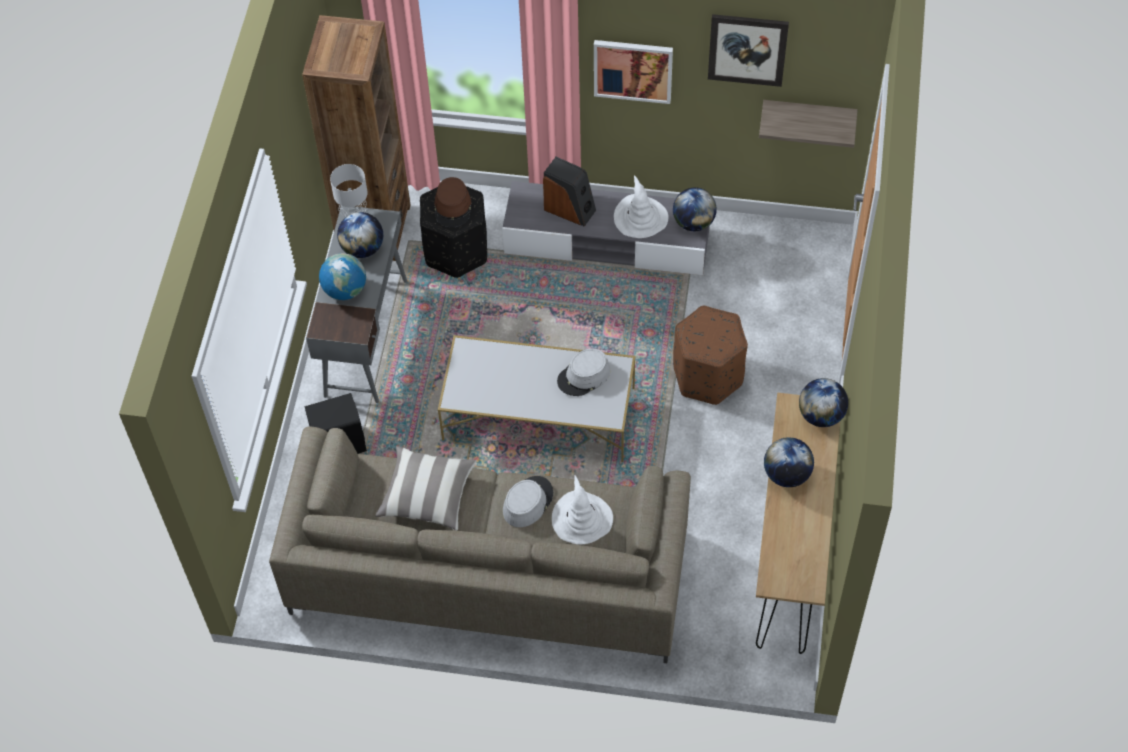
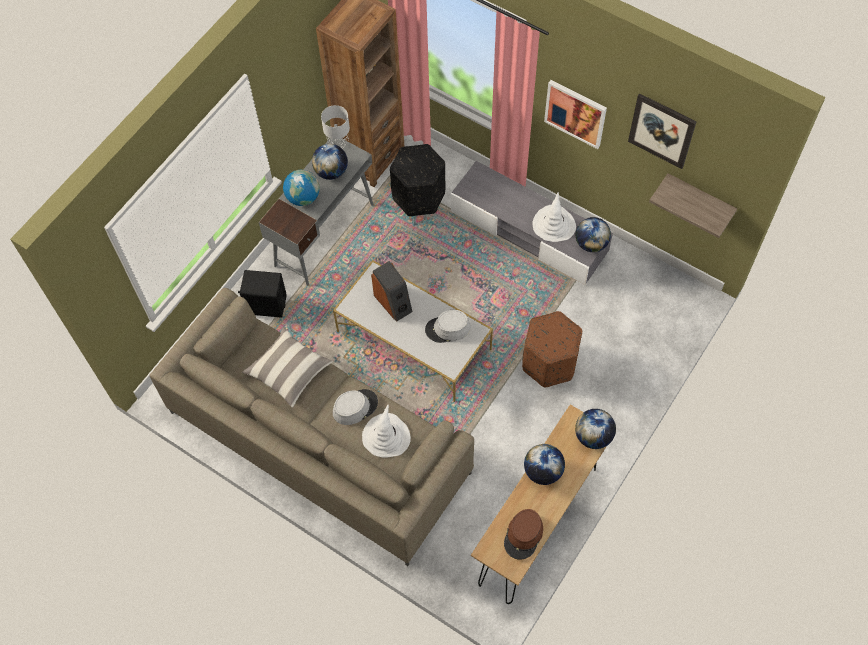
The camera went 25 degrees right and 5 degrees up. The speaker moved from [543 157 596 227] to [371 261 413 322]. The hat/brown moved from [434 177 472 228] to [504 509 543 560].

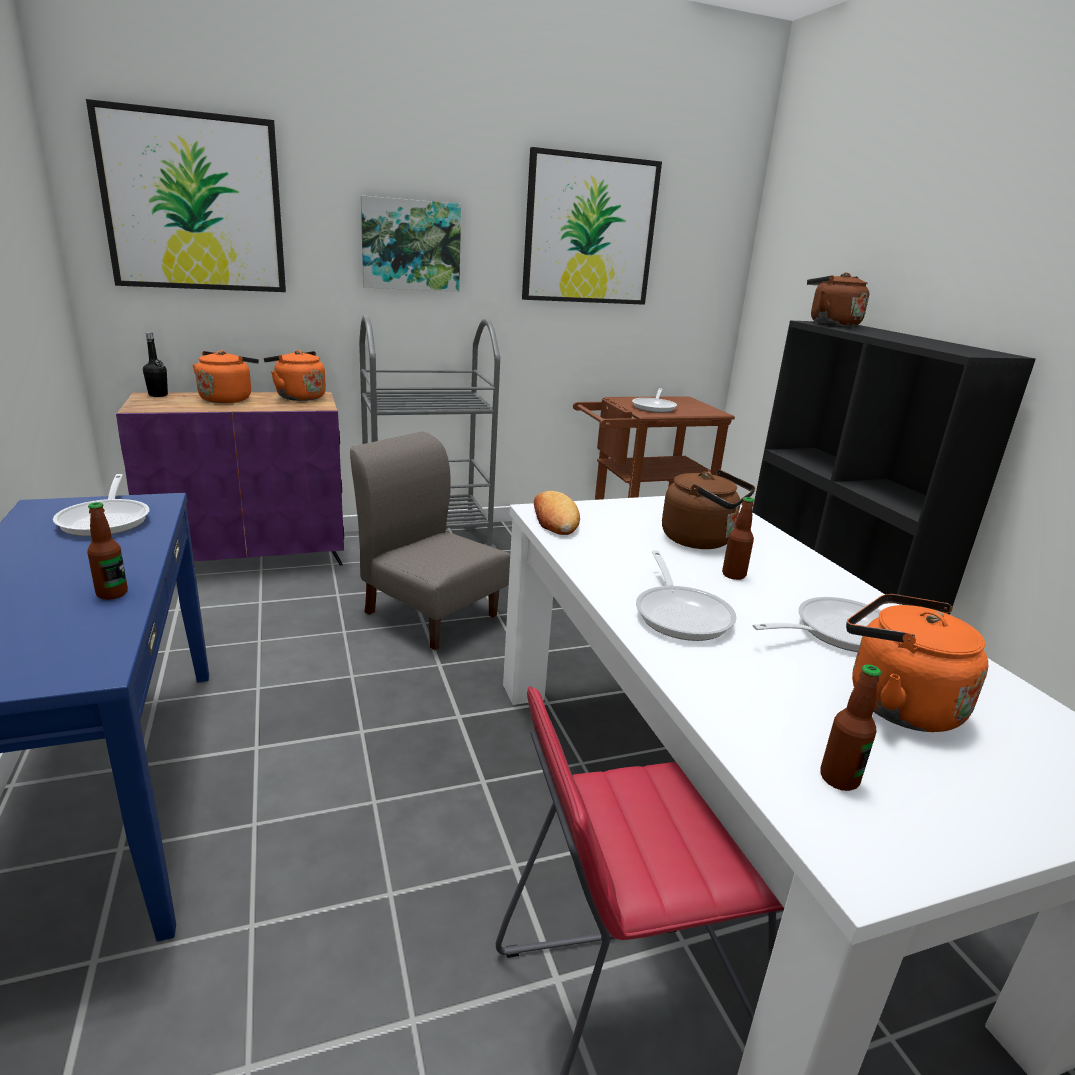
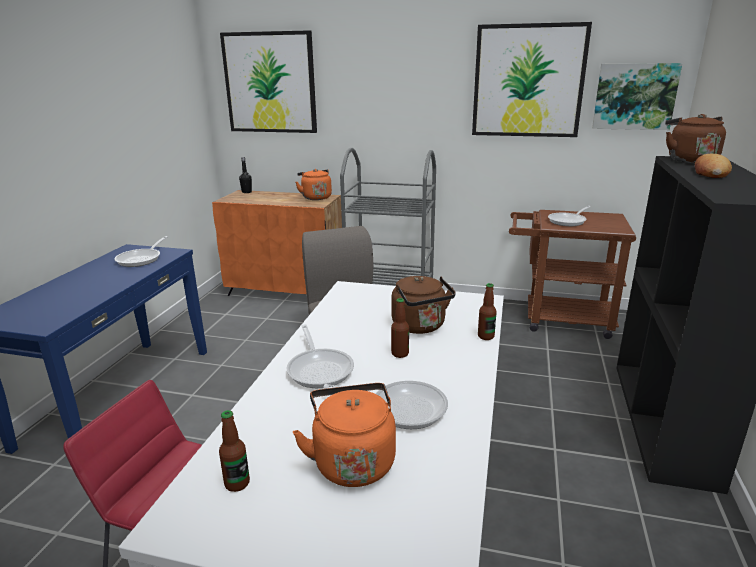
The camera went 35 degrees right and 0 degrees up. The cabinet/purple at [116 392 344 566] became the cabinet/orange at [212 190 342 296]. The frying pan at [636 550 736 641] turned 45 degrees counterclockwise. The bottle moved from [87 502 128 600] to [478 283 497 340]. The picture moved from [361 195 461 292] to [592 63 682 130]. The bread moved from [534 491 580 535] to [695 154 732 178]. The kettle/orange at [192 350 259 403] disappeared.

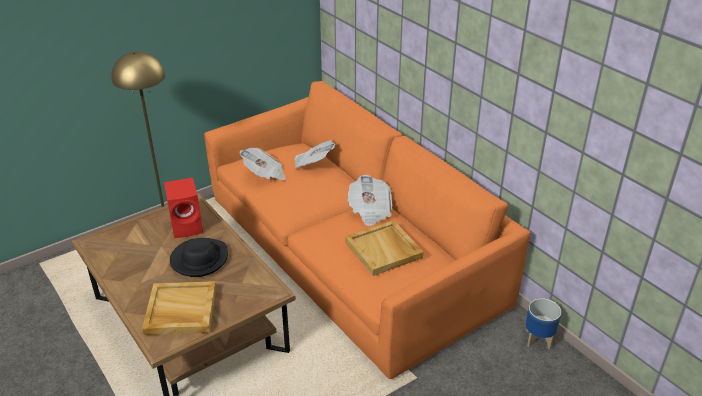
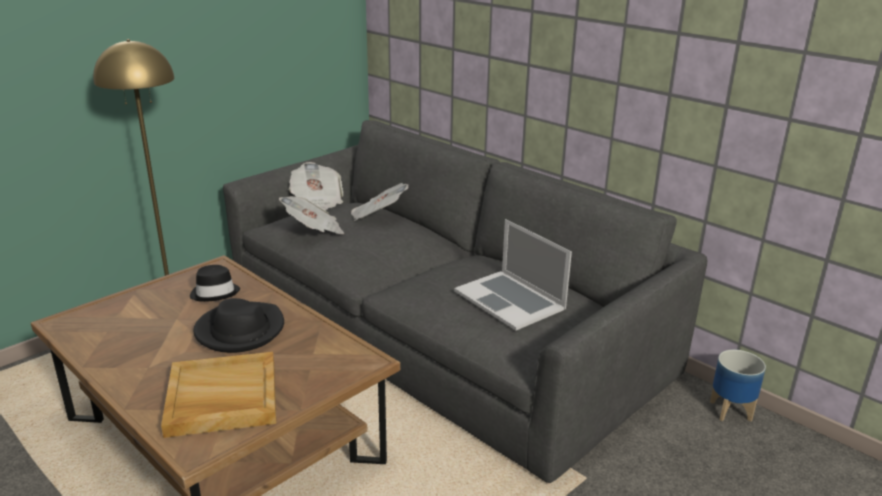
The camera went 10 degrees left and 10 degrees down. The speaker/red at [164 177 203 238] was replaced by the hat/black at [190 265 240 302]. The sofa/orange at [204 81 530 379] became the sofa/grey at [223 120 707 483]. The newspaper moved from [347 175 392 226] to [289 162 343 210]. The tray/beige at [345 220 424 276] was replaced by the laptop at [454 219 572 331].

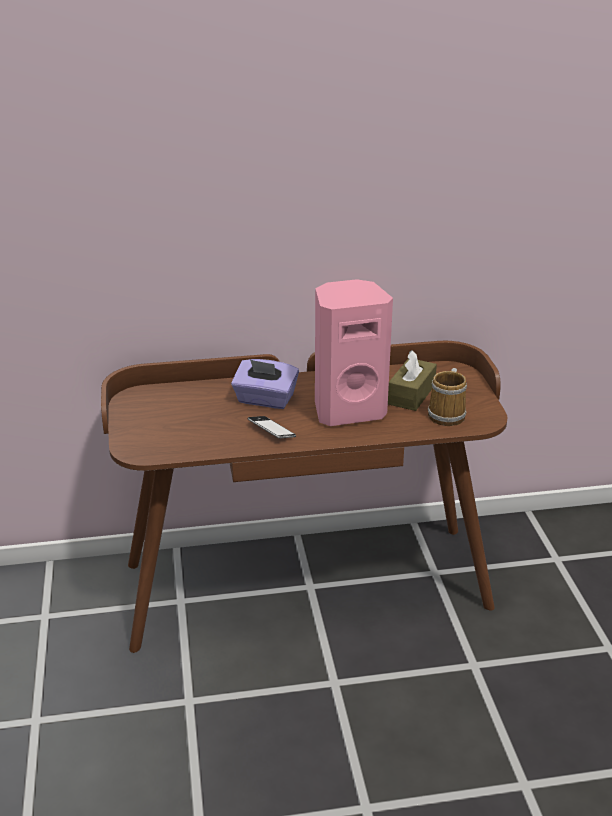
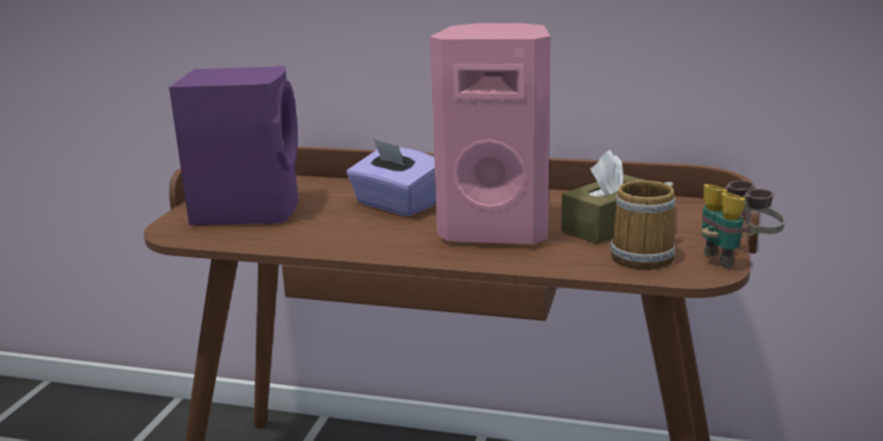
The camera went 25 degrees right and 10 degrees down. The speaker/purple at [169 66 298 226] appeared. The binoculars at [701 181 785 269] appeared. The phone at [248 416 296 439] disappeared.

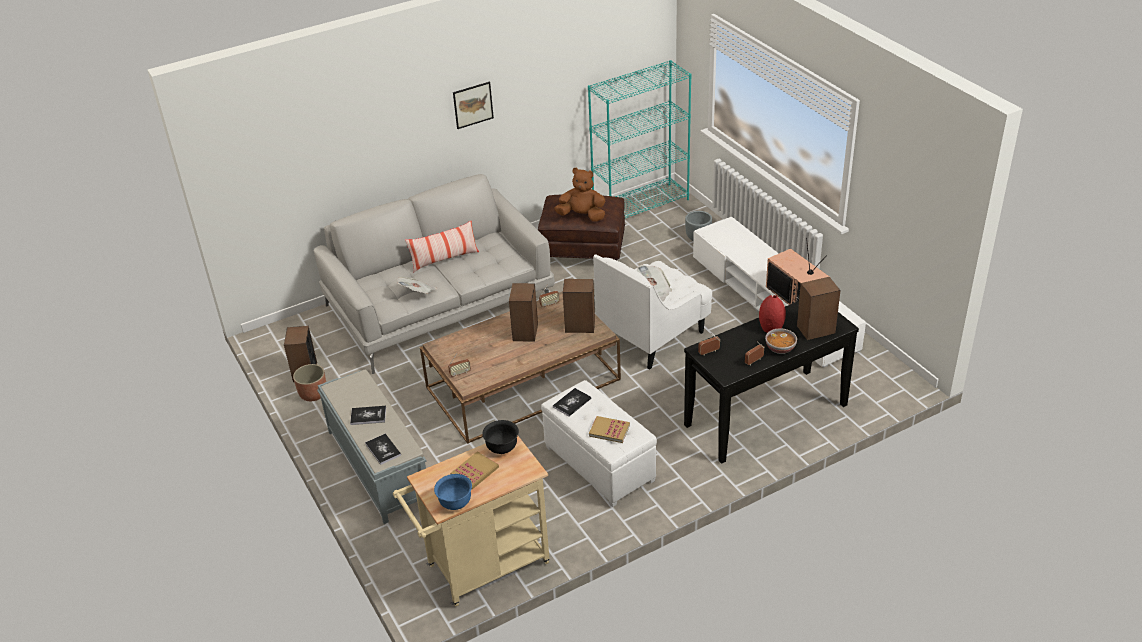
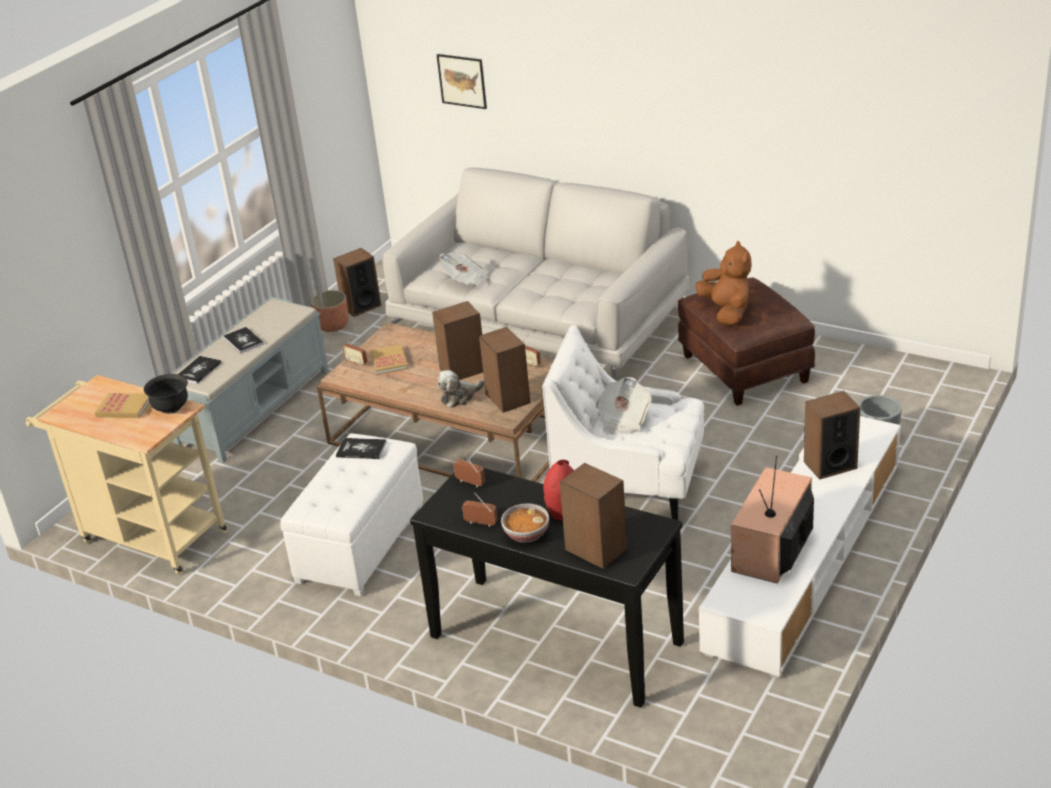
The camera went 60 degrees right and 5 degrees down. The book moved from [589 416 630 443] to [371 344 408 375]. The picture moved from [453 82 494 129] to [437 54 487 109]. The plush toy at [437 370 485 408] appeared. The speaker at [804 391 860 480] appeared. The pillow at [405 221 479 272] disappeared. The bowl/blue at [434 474 472 510] disappeared. The bookcase/turquoise at [588 60 692 218] disappeared.

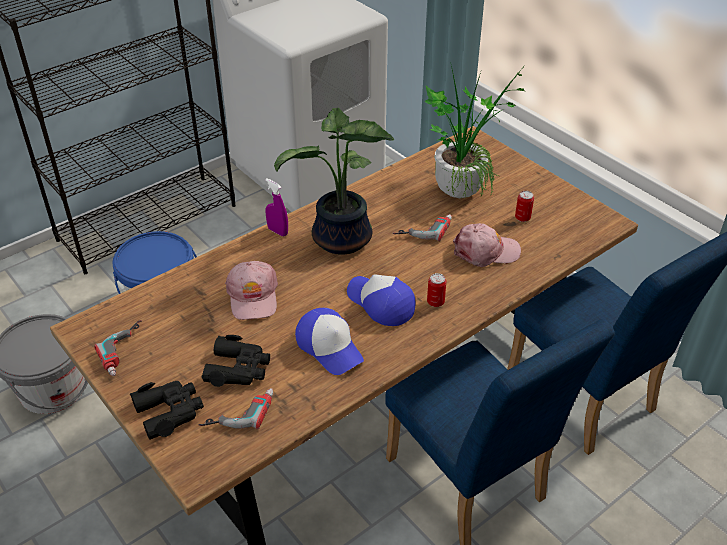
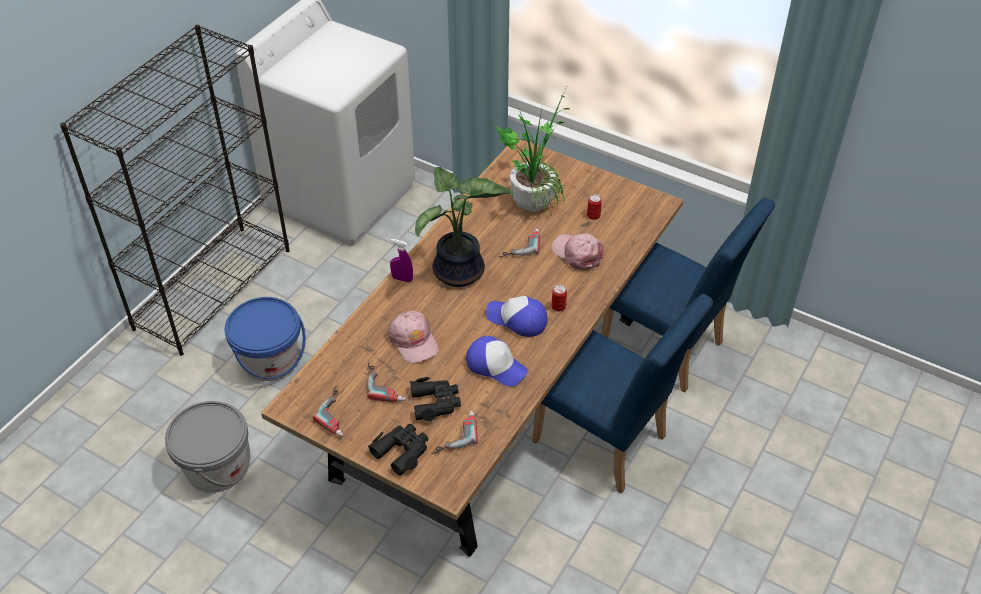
The camera went 20 degrees left and 5 degrees up. The power drill at [367 362 406 403] appeared. The cap/pink at [453 223 521 267] turned 105 degrees counterclockwise.

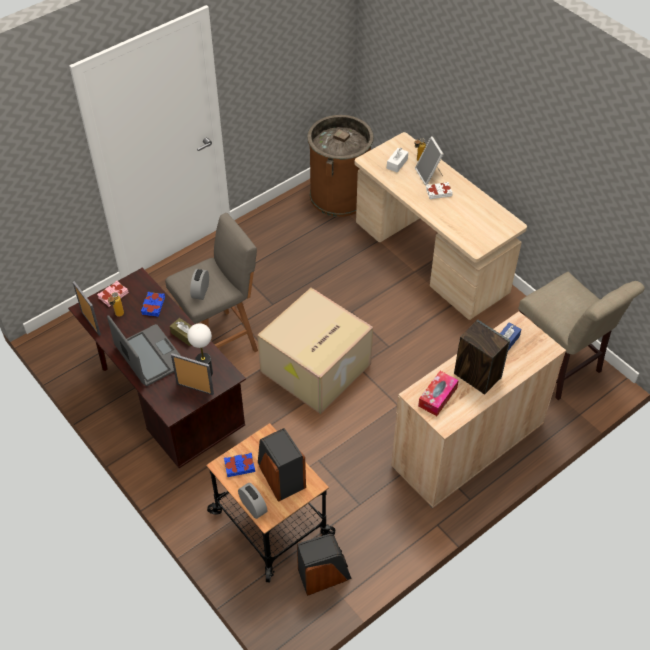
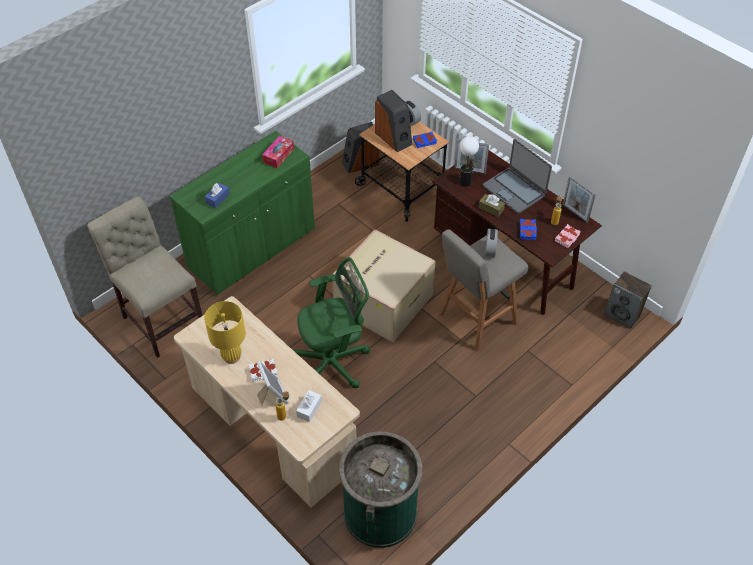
The camera went 175 degrees right and 0 degrees up. The cabinet/beige at [391 311 566 508] became the cabinet/green at [169 131 315 295]. The table lamp/yellow at [204 301 246 364] appeared. The office chair/green at [292 257 370 388] appeared. The trash can/brown at [307 115 374 217] became the trash can/green at [339 431 422 548]. The speaker moved from [454 319 510 394] to [604 271 652 329].

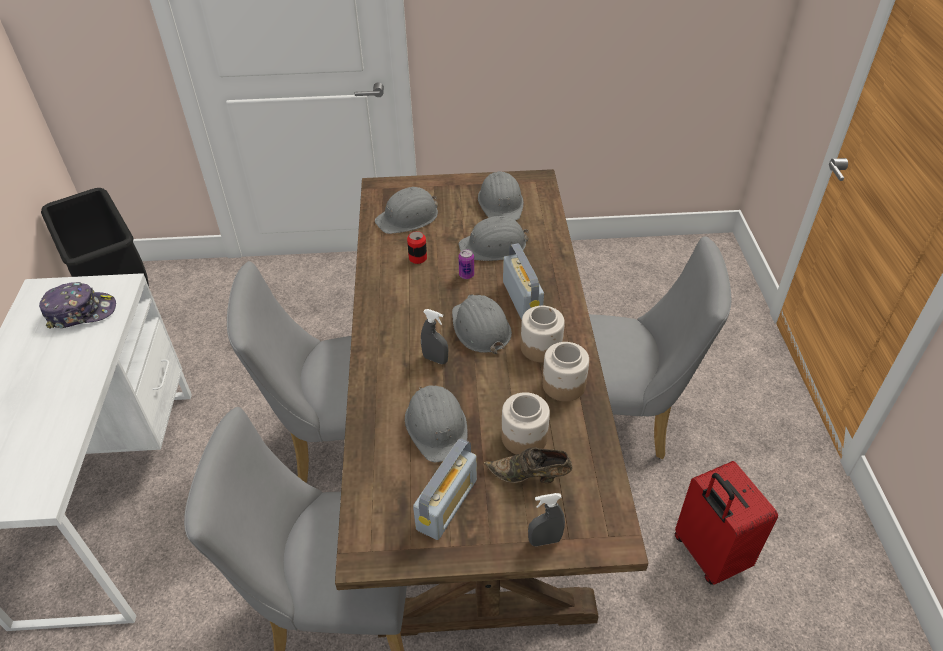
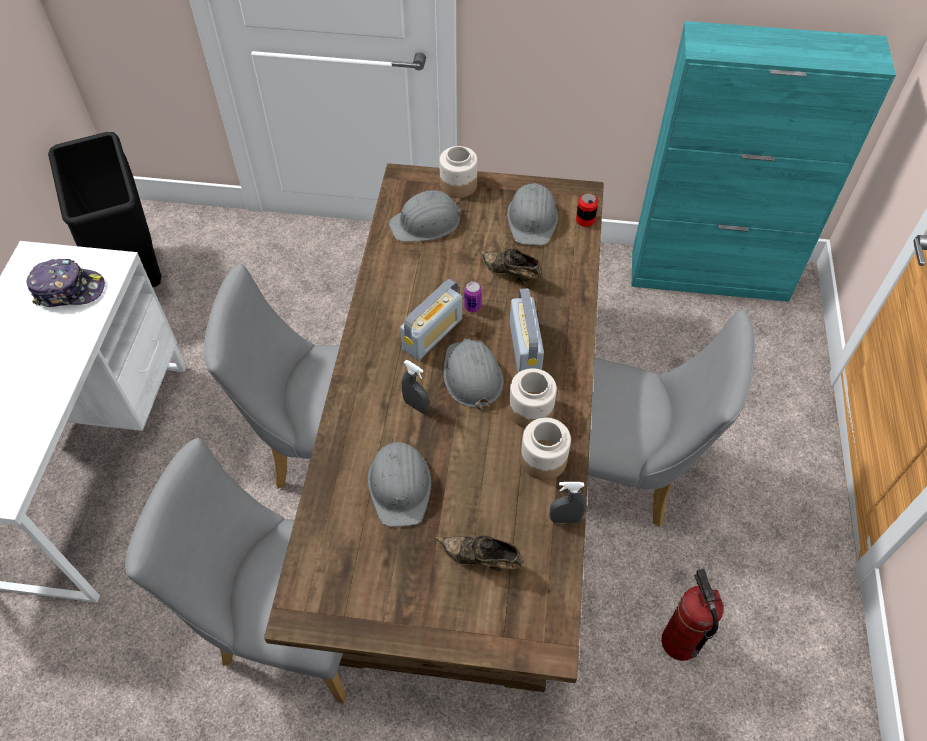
The camera went 10 degrees right and 10 degrees up. The radio moved from [413 438 477 540] to [400 279 462 360]. The jar moved from [501 392 550 455] to [439 146 478 198]. The hard hat/grey at [459 216 529 261] was replaced by the shoe/brown at [480 249 542 285]. The spray bottle/grey moved from [528 493 565 546] to [549 482 586 523]. The can moved from [407 231 427 264] to [576 193 598 227]. The cabinet/turquoise at [631 21 896 302] appeared. The suitcase/red at [675 461 778 585] was replaced by the fire extinguisher at [661 568 724 661].

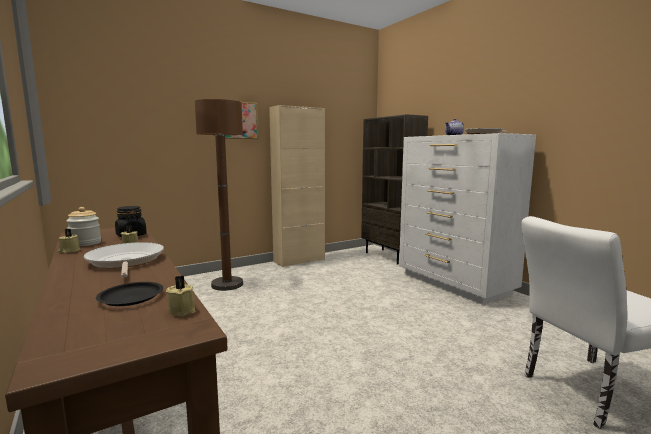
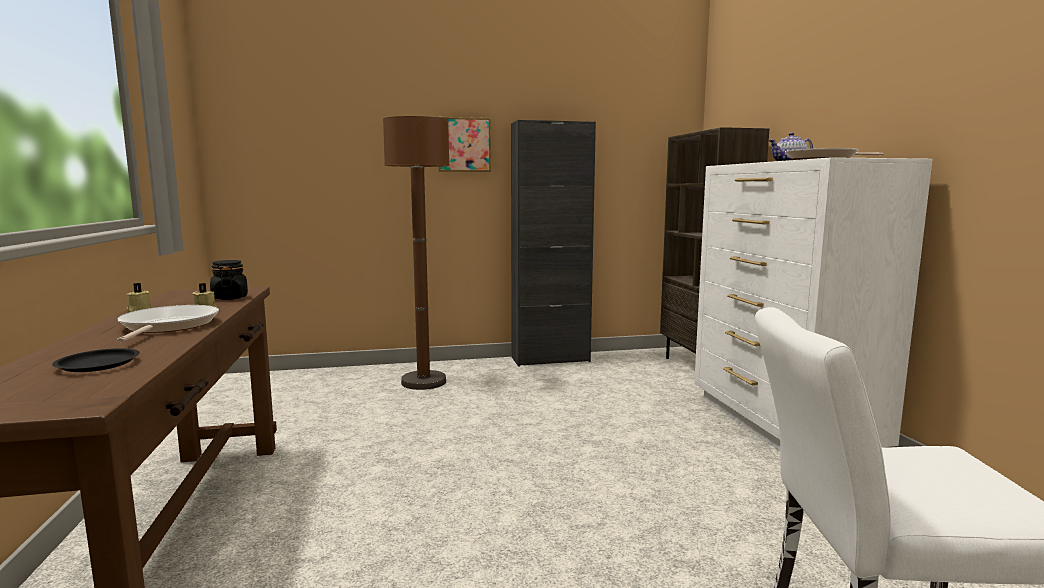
The camera went 20 degrees right and 0 degrees up. The cabinet/beige at [269 105 325 267] became the cabinet/black at [511 120 596 367]. The jar at [66 207 101 246] disappeared. The candle/beige at [166 276 195 317] disappeared.

